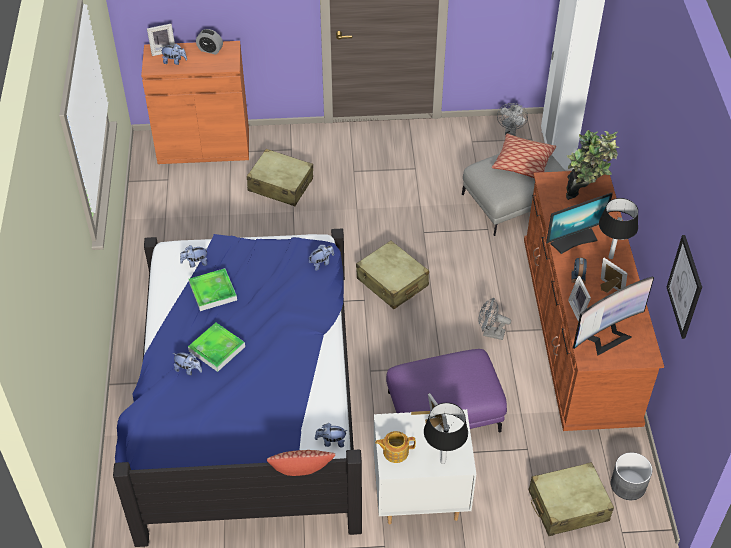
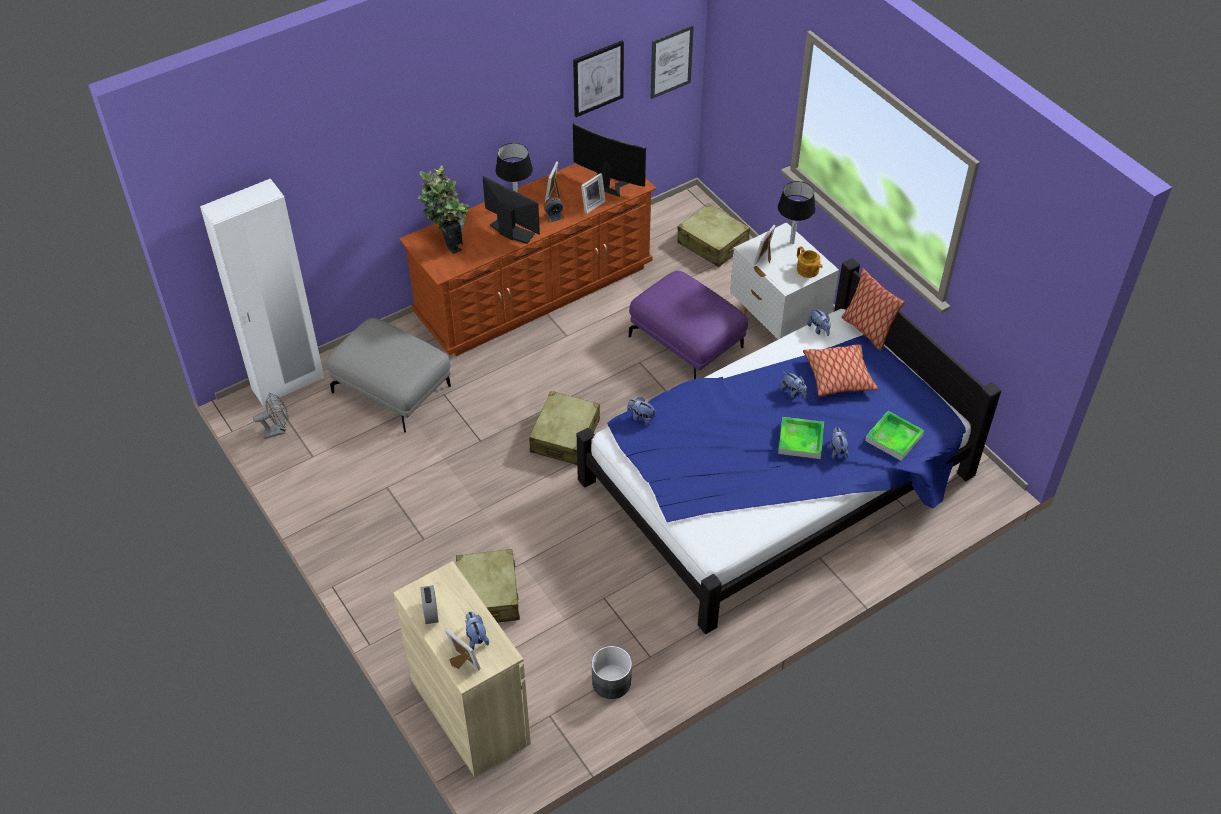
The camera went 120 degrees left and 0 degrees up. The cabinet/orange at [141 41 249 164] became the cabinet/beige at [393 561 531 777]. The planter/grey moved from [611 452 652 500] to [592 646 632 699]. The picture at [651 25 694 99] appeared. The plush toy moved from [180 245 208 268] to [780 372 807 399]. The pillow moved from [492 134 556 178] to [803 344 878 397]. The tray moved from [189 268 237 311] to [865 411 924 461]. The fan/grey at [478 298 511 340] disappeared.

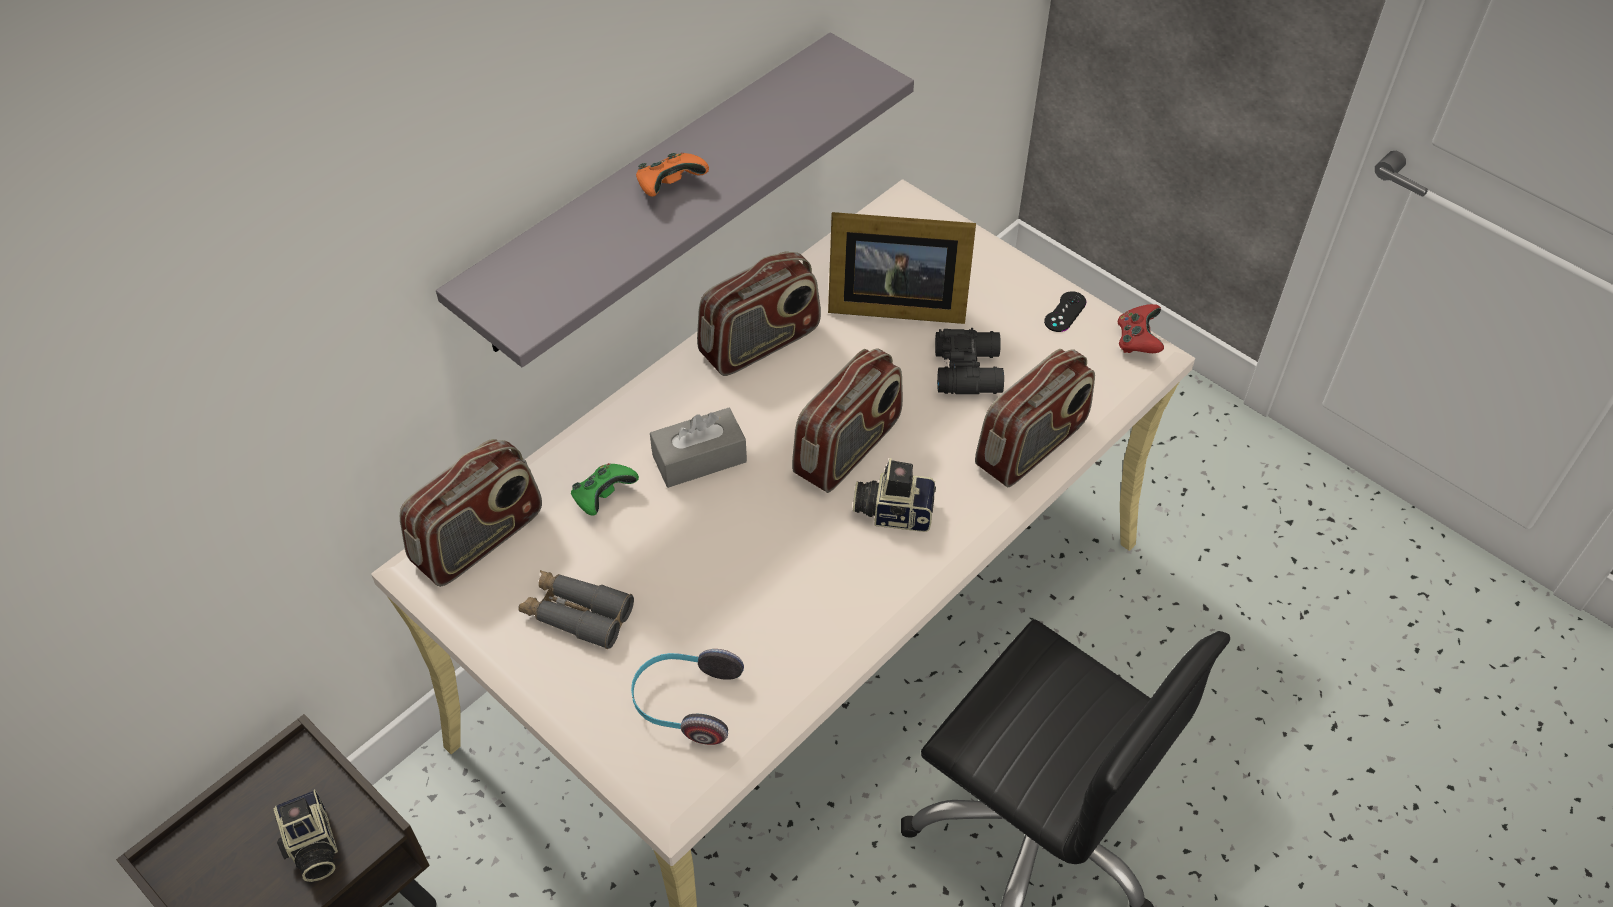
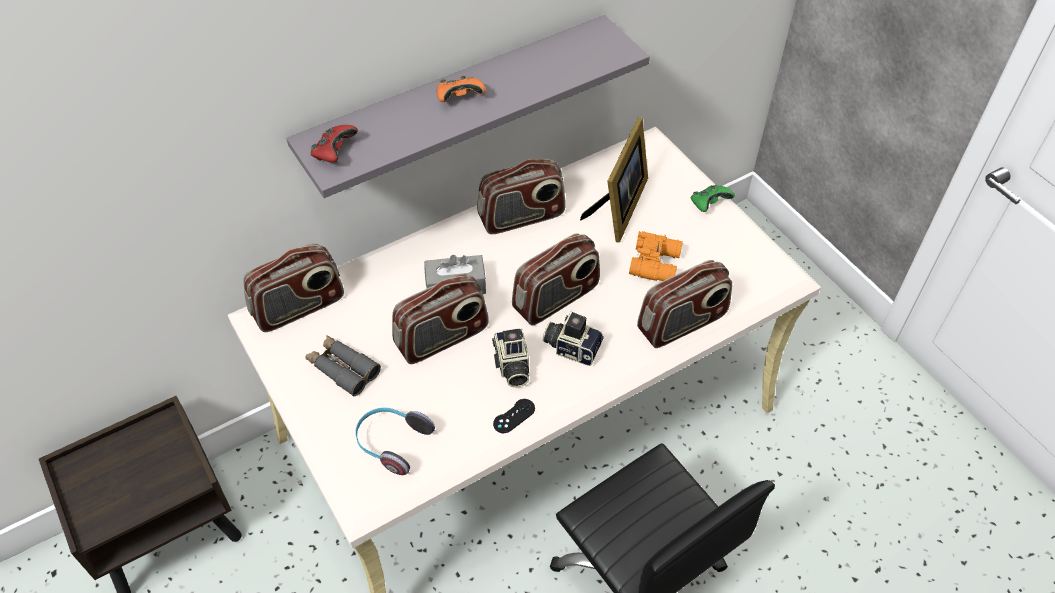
The camera went 15 degrees right and 0 degrees up. The game controller/red moved from [1118 304 1164 353] to [311 125 358 163]. The radio at [392 274 489 364] appeared. The photo camera moved from [273 789 338 882] to [492 329 529 388]. The game controller/black moved from [1044 291 1086 332] to [493 399 535 433]. The picture frame at [828 212 976 324] turned 90 degrees counterclockwise. The binoculars/black at [935 328 1004 394] became the binoculars/orange at [629 231 683 281]. The game controller/green moved from [571 463 639 516] to [691 185 735 212].

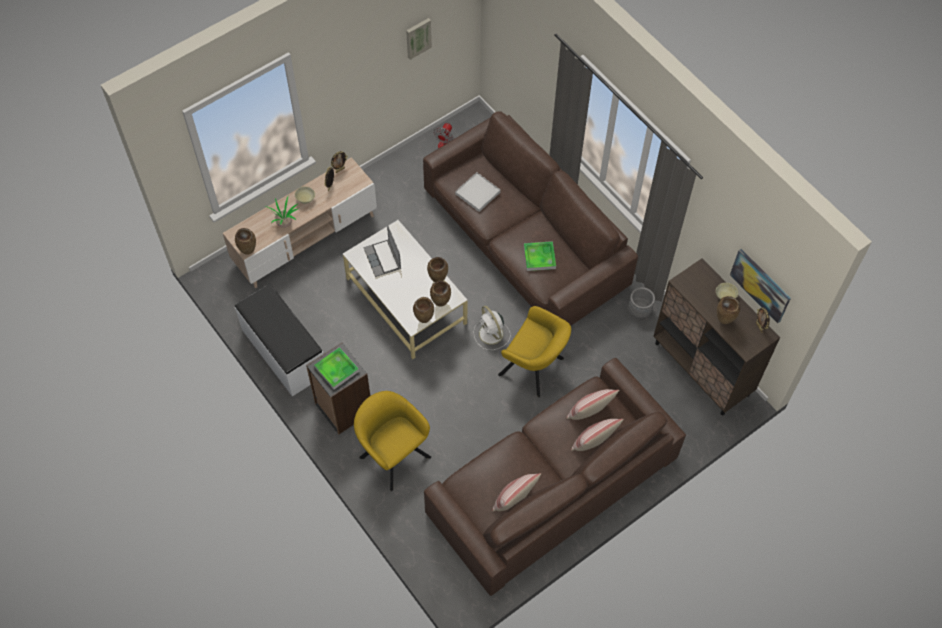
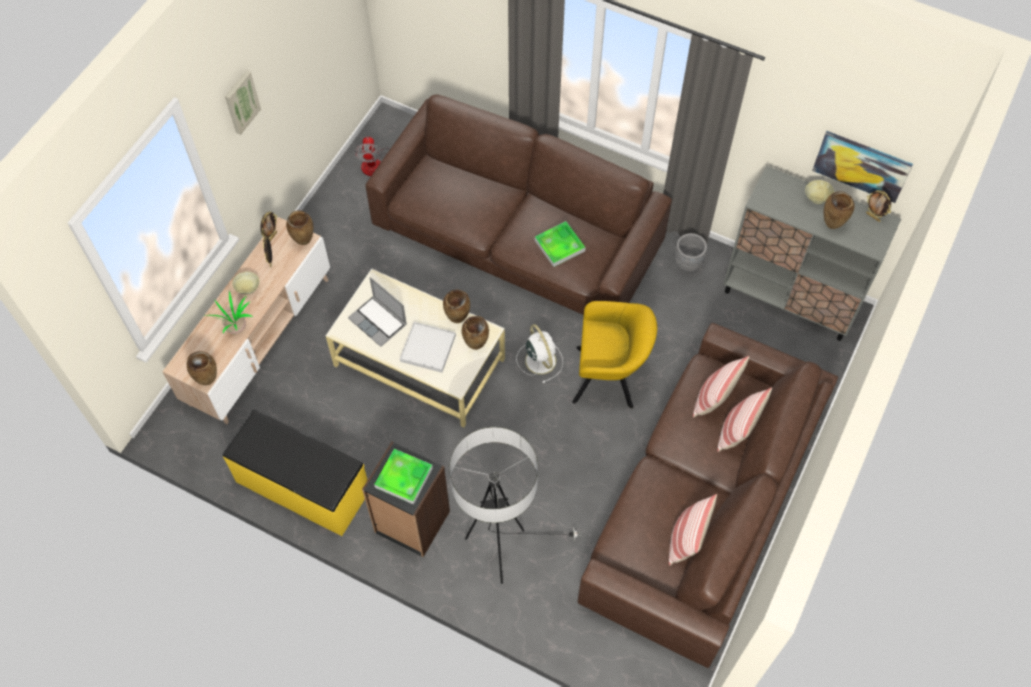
The camera went 25 degrees left and 0 degrees up. The bench/white at [235 284 323 396] became the bench/yellow at [223 409 367 536]. The picture moved from [406 18 432 60] to [225 70 261 135]. The vase/brown moved from [413 297 434 323] to [286 211 314 245]. The tray/white moved from [455 172 501 212] to [400 322 456 373]. The armchair/yellow at [354 391 431 491] was replaced by the floor lamp at [449 427 582 584]. The fan/white at [473 306 511 350] turned 150 degrees counterclockwise. The cabinet/brown at [654 258 780 415] became the cabinet/grey at [723 166 901 341].

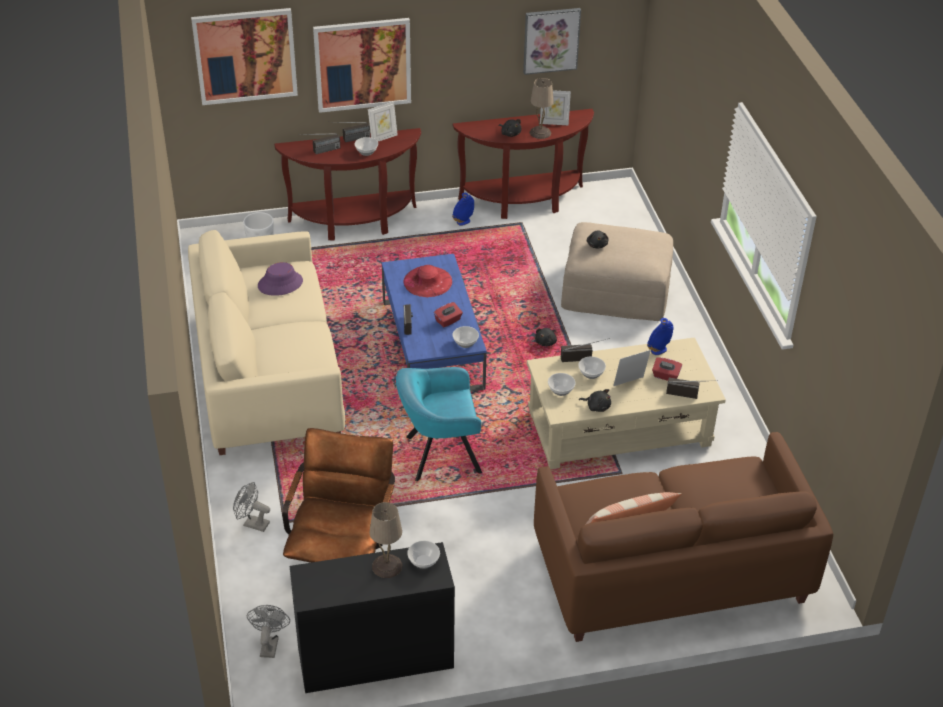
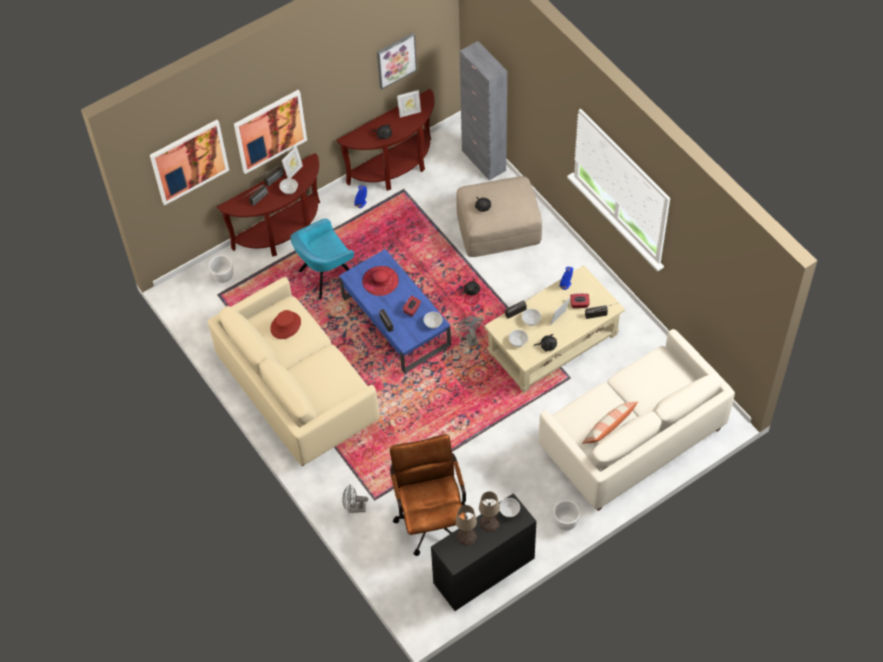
The camera went 20 degrees left and 15 degrees up. The hat/purple at [258 262 303 296] became the hat/red at [270 310 301 339]. The armchair/turquoise moved from [396 367 482 481] to [290 219 354 300]. The table lamp/beige moved from [530 78 554 139] to [456 505 477 546]. The fan/grey moved from [247 605 290 658] to [457 316 482 347]. The cabinet/grey at [460 41 507 180] appeared. The sofa/brown at [534 432 833 642] became the sofa/white at [538 329 735 511]. The planter/white at [554 500 580 530] appeared.

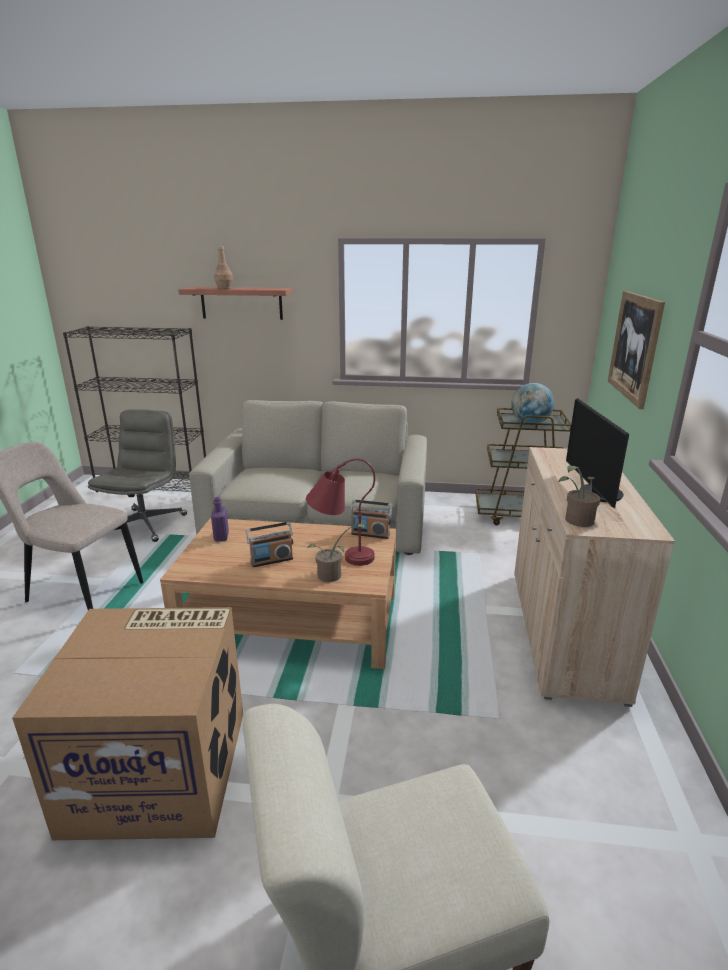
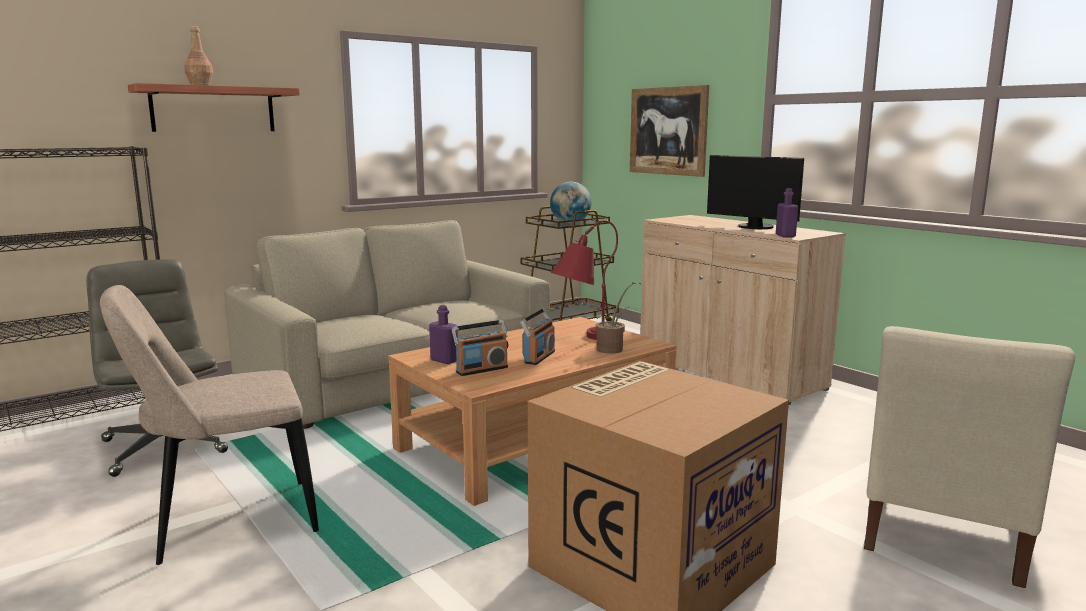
The camera went 45 degrees left and 10 degrees down. The radio moved from [350 500 392 539] to [452 320 508 376]. The potted plant at [559 466 600 527] was replaced by the bottle/purple at [776 188 798 238].

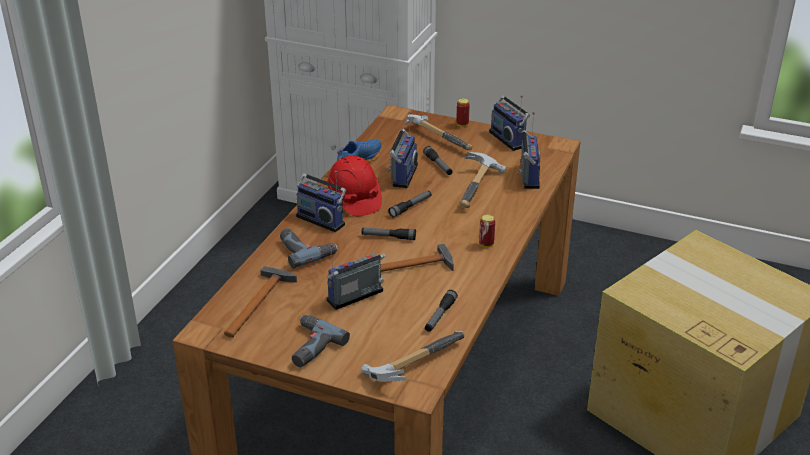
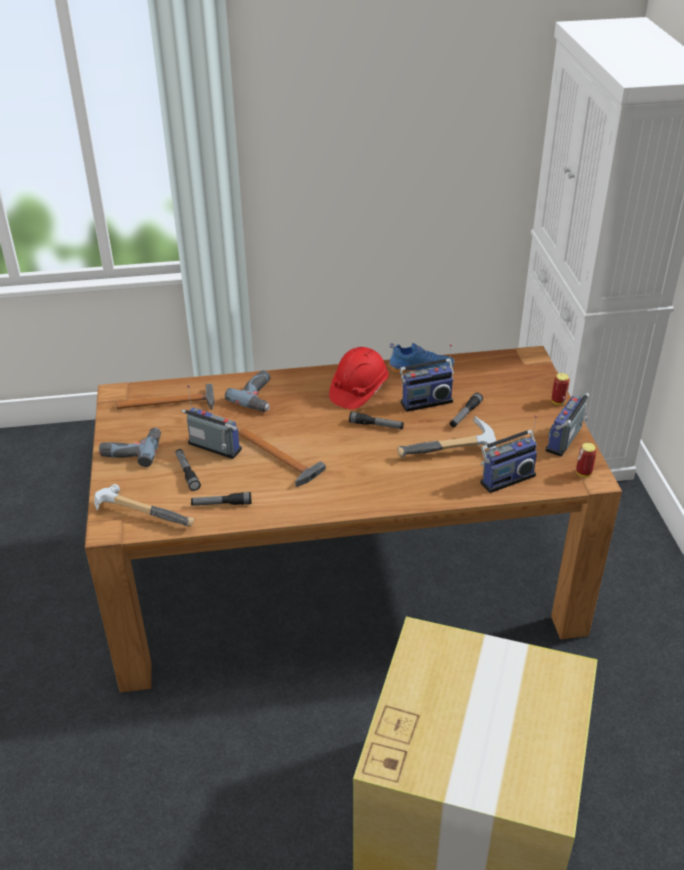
The camera went 60 degrees right and 5 degrees up. The flashlight moved from [362 228 416 240] to [176 449 201 491]. The can moved from [479 214 495 248] to [576 443 597 477]. The radio at [296 171 346 232] disappeared. The hammer at [405 114 473 150] disappeared.

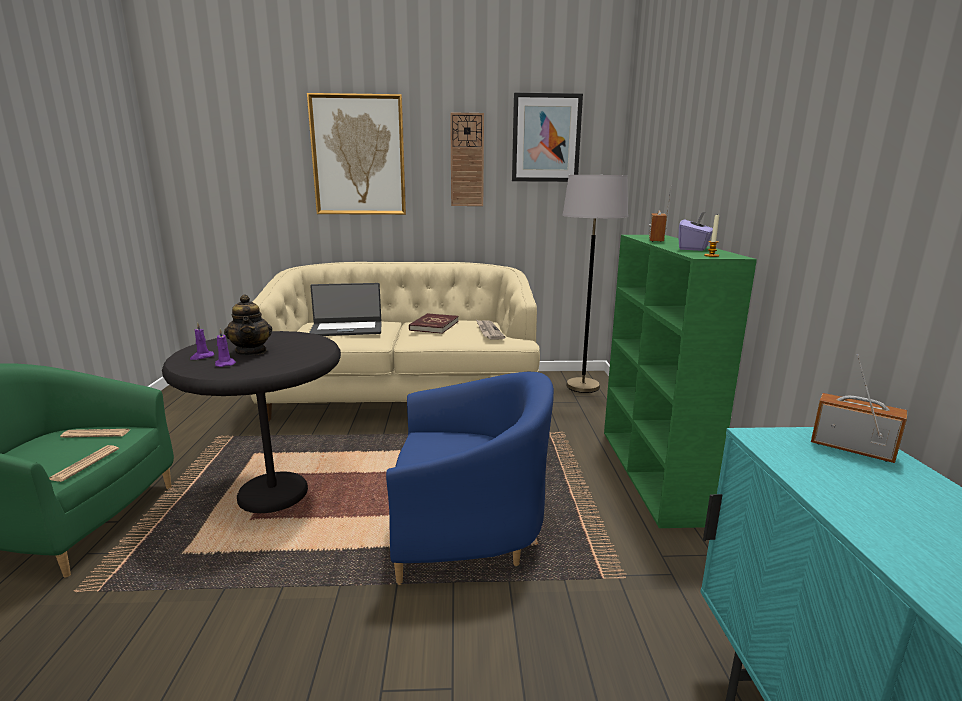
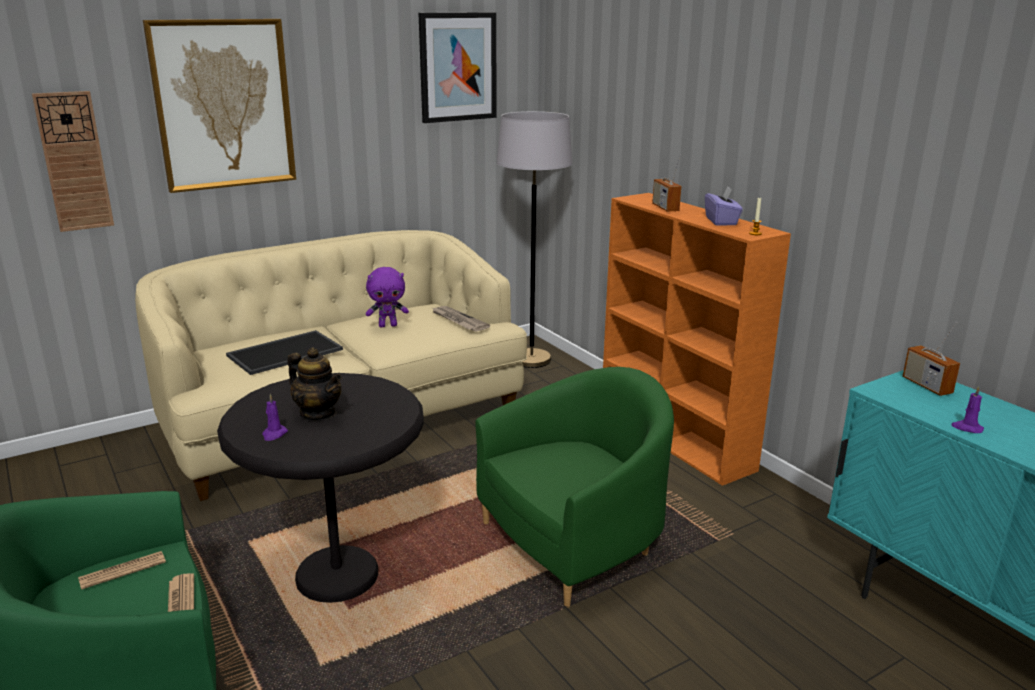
The camera went 30 degrees left and 5 degrees up. The wall clock moved from [450 112 484 206] to [32 91 114 232]. The laptop at [309 283 382 336] was replaced by the tray at [226 330 343 375]. The book/red at [409 313 459 334] was replaced by the plush toy/purple at [366 267 409 327]. The armchair/blue at [386 372 554 585] became the armchair/green at [475 367 674 608]. The bookcase/green at [604 235 757 528] became the bookcase/orange at [603 193 791 486]. The radio at [811 354 907 463] turned 120 degrees counterclockwise. The candle/purple moved from [215 329 236 367] to [951 386 984 433].

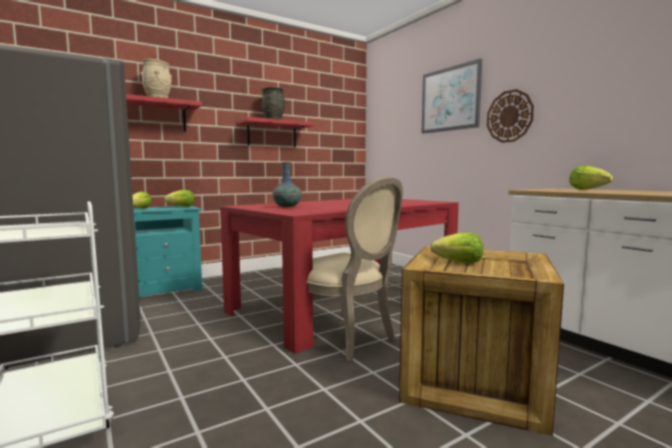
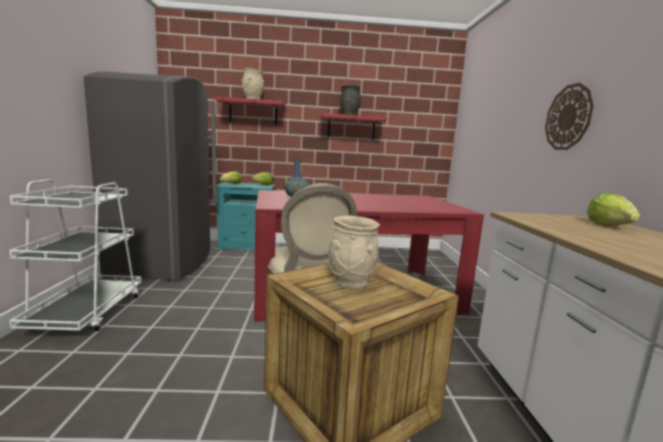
The camera went 30 degrees right and 5 degrees up. The lettuce at [430 232 484 263] was replaced by the vase/beige at [328 216 380 288]. The picture at [421 58 482 134] disappeared.

